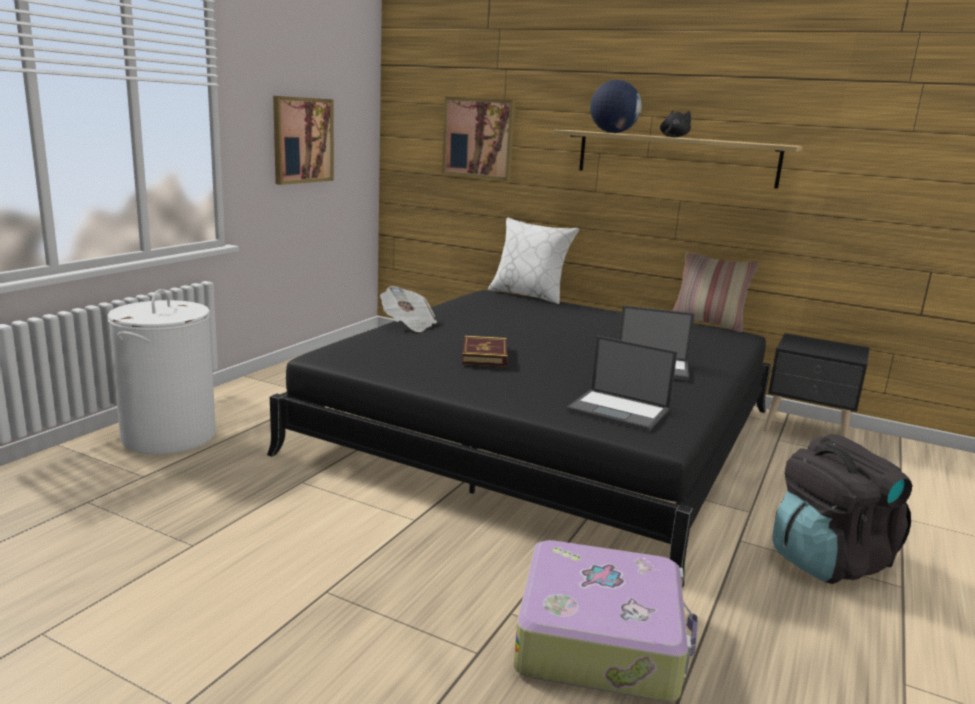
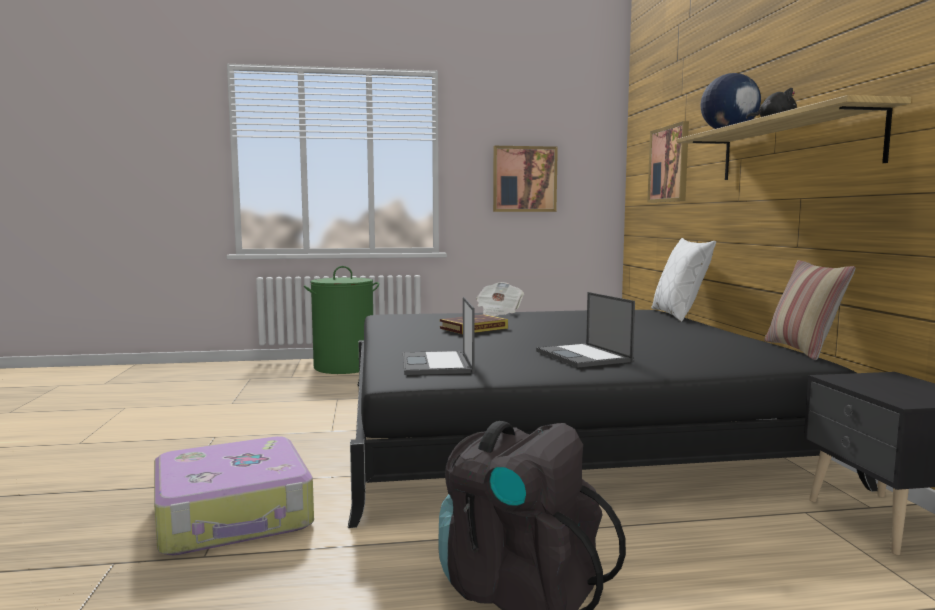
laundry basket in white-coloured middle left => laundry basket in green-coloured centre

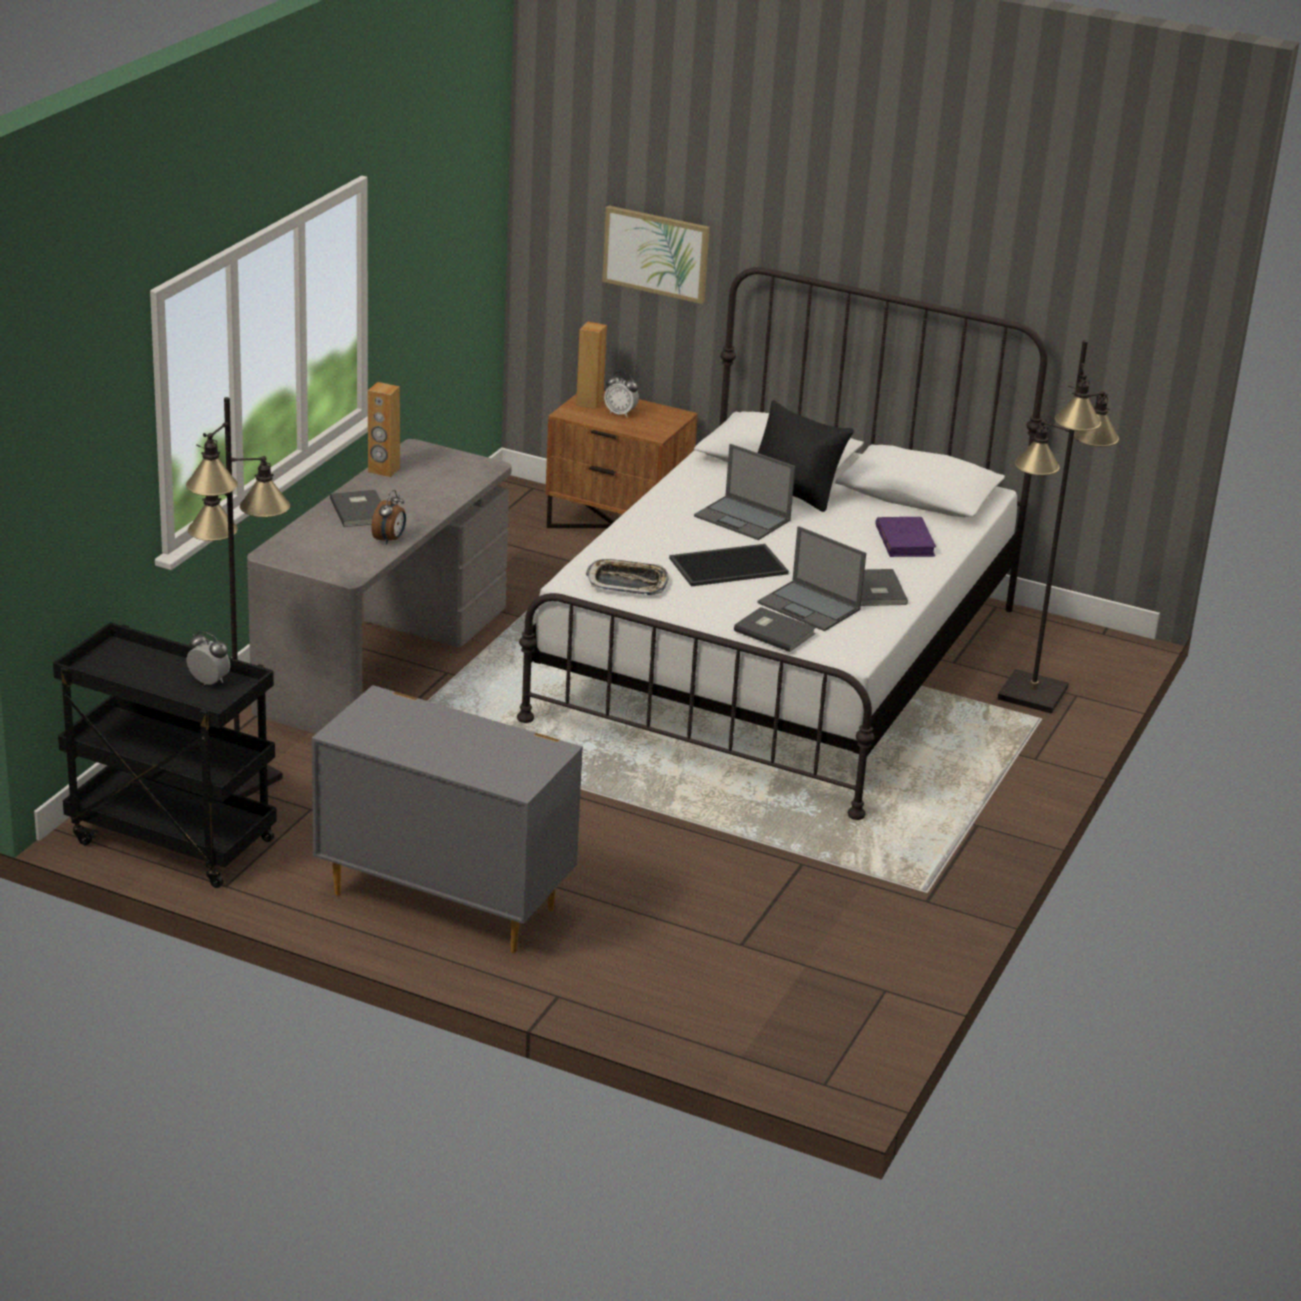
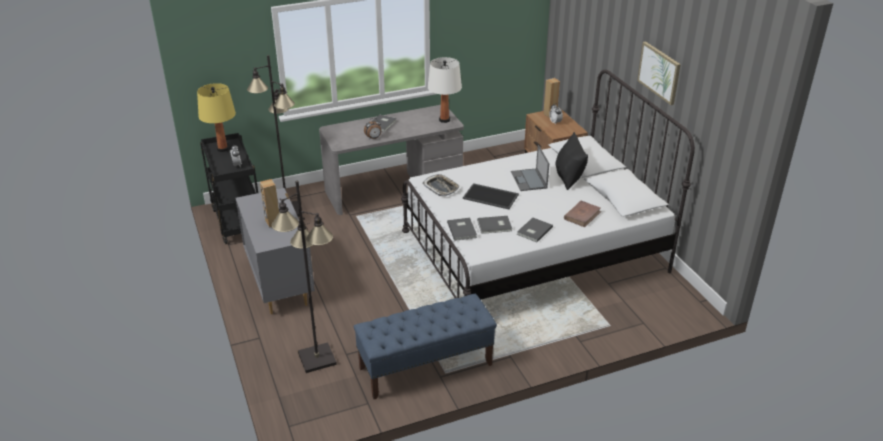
nothing => tabletop lamp in yellow-coloured top left
loudspeaker in brown (no. 1 from left) top left => loudspeaker in brown (no. 1 from left) middle left, relocated
standing lamp in blackish (no. 2 from left) middle right => standing lamp in blackish (no. 2 from left) centre, relocated
nothing => long seat in blue-coloured bottom centre
nothing => tabletop lamp in white-coloured top centre
portable computer (no. 2 from left) centre => book in gray (no. 3 from left) centre
book in purple-coloured middle right => book in brown centre
wall art top centre => wall art top right, relocated

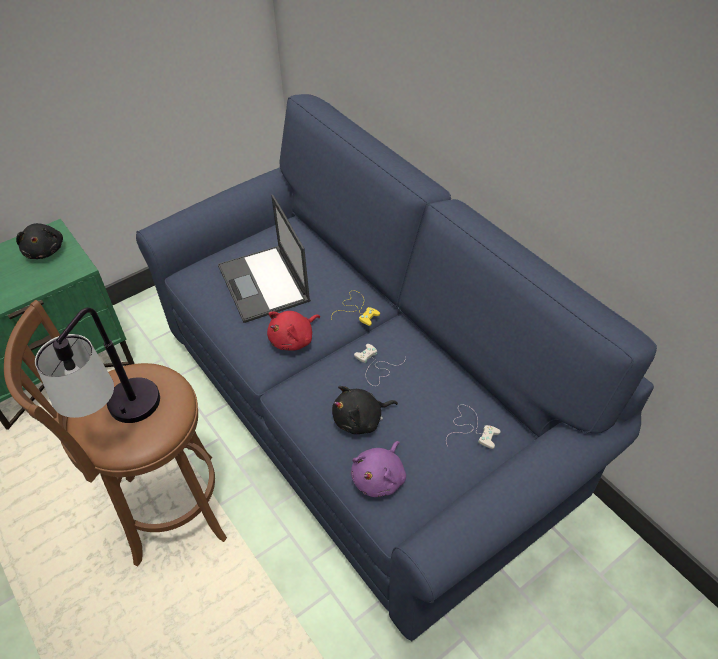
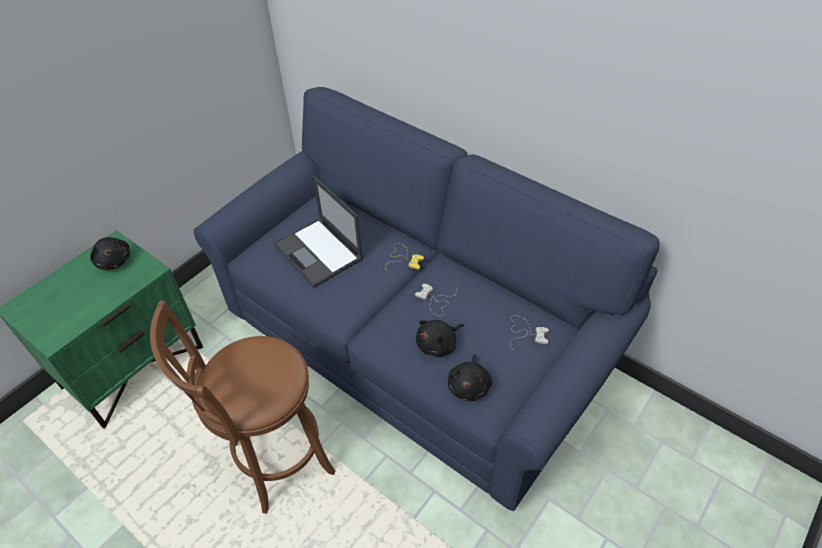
cuddly toy in purple-coloured bottom centre => cuddly toy in blackish (no. 3 from left) bottom centre
tabletop lamp middle left => nothing
cuddly toy in red-coloured centre => nothing

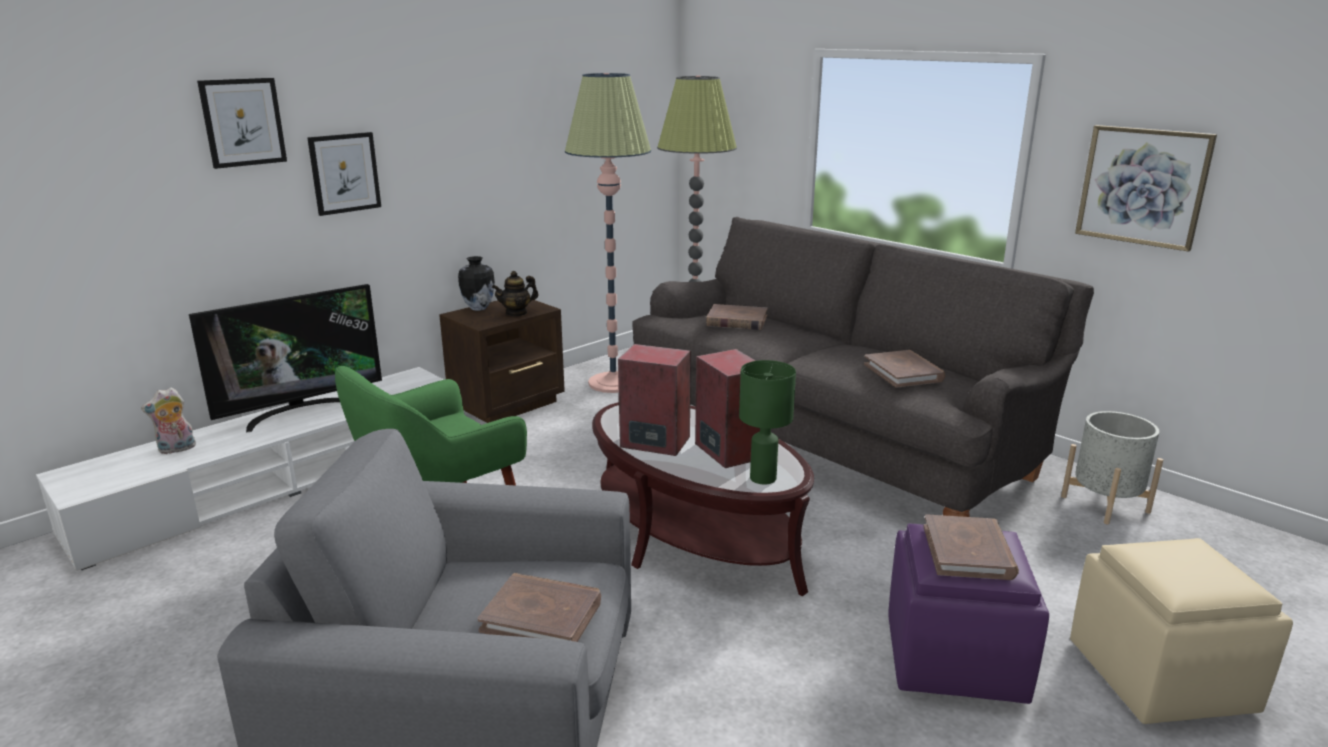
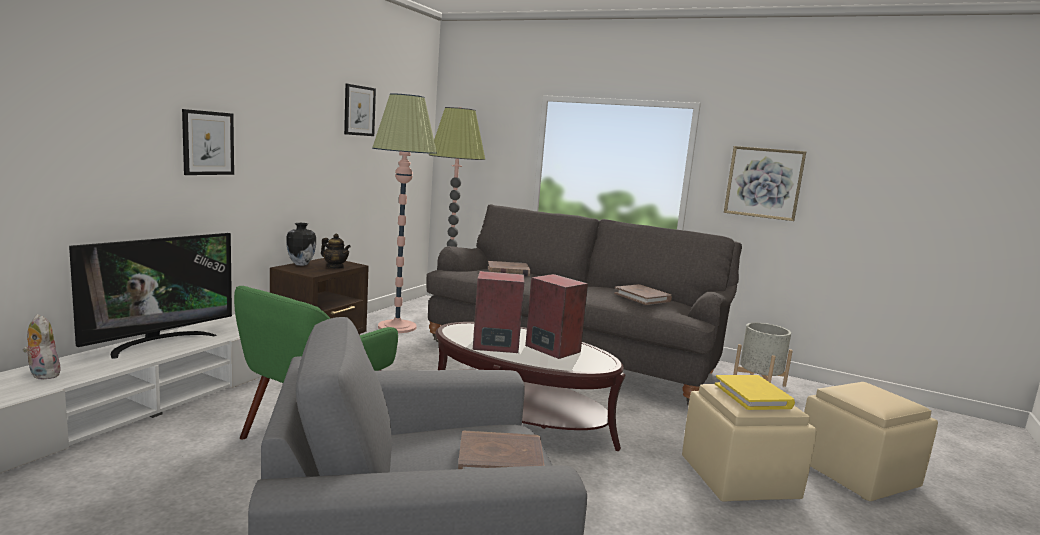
cuddly toy middle left, 90 degrees clockwise
pot for tea centre => pot for tea middle left, 105 degrees counterclockwise
wall art (no. 1 from left in the first image) top left => wall art (no. 2 from left) top centre, relocated
footrest in purple-coloured bottom right => footrest in beige-coloured (no. 1 from left) bottom right
book in brown (no. 4 from left) bottom right => book in yellow-coloured bottom right
tabletop lamp in green-coloured centre => nothing

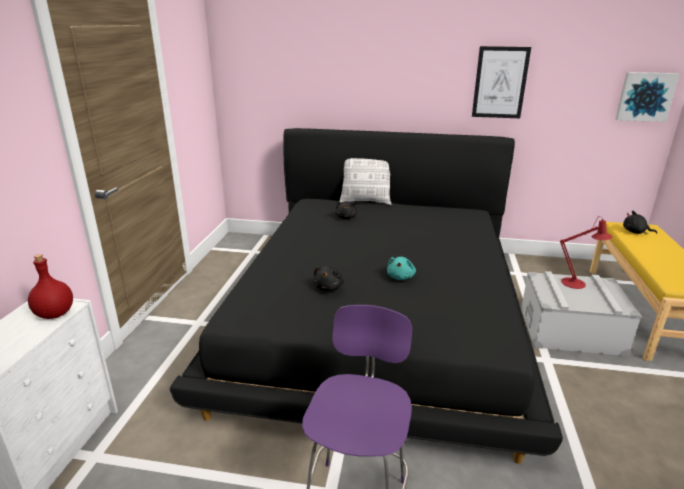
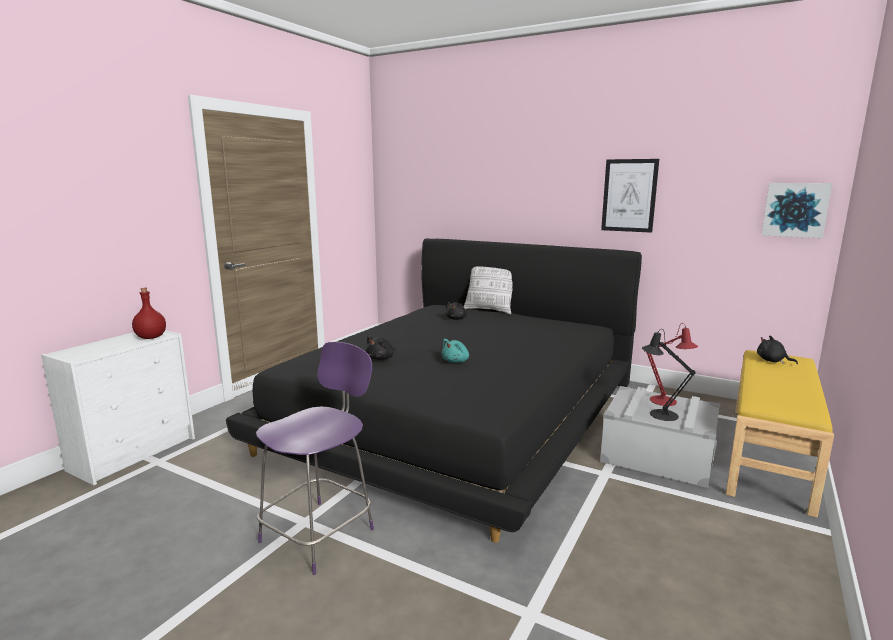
nothing => tabletop lamp in blackish middle right

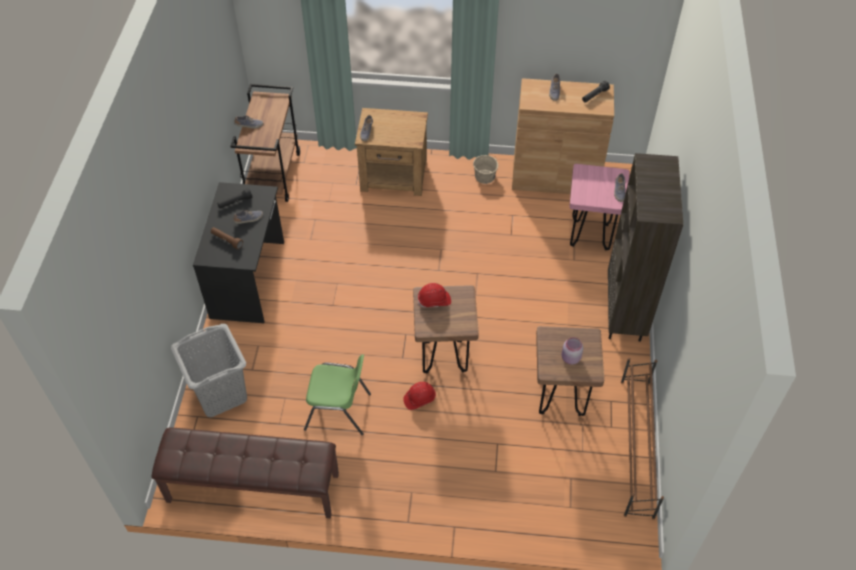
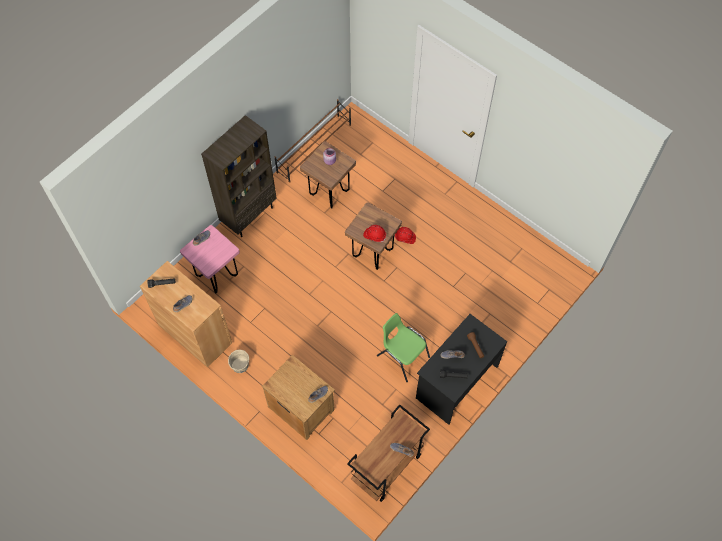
chair in green-coloured bottom centre => chair in green-coloured centre, relocated
long seat in brown bottom left => nothing
laundry basket in gray middle left => nothing

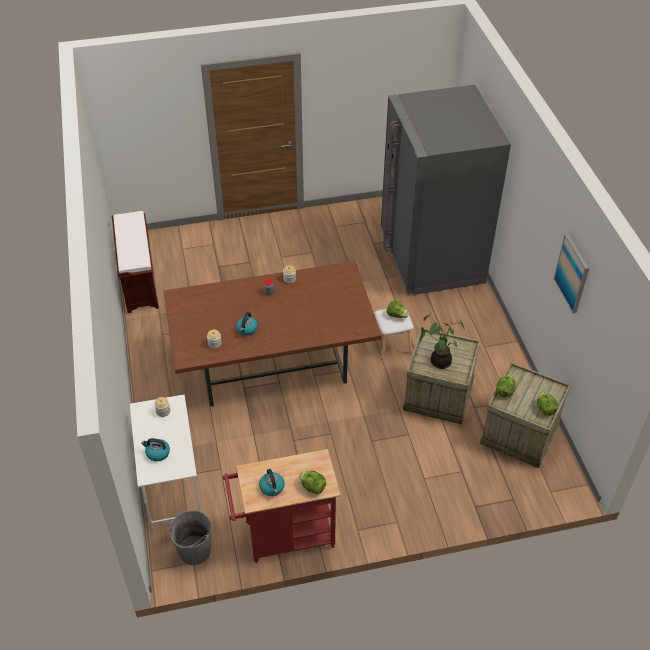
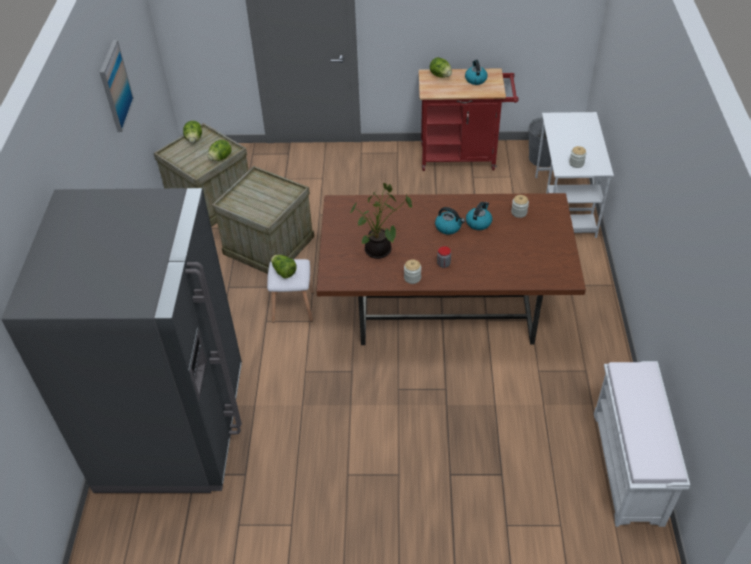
houseplant middle right => houseplant centre, relocated
water kettle (no. 1 from left) bottom left => water kettle (no. 1 from left) centre, relocated
long seat in brown middle left => long seat in white-coloured bottom right

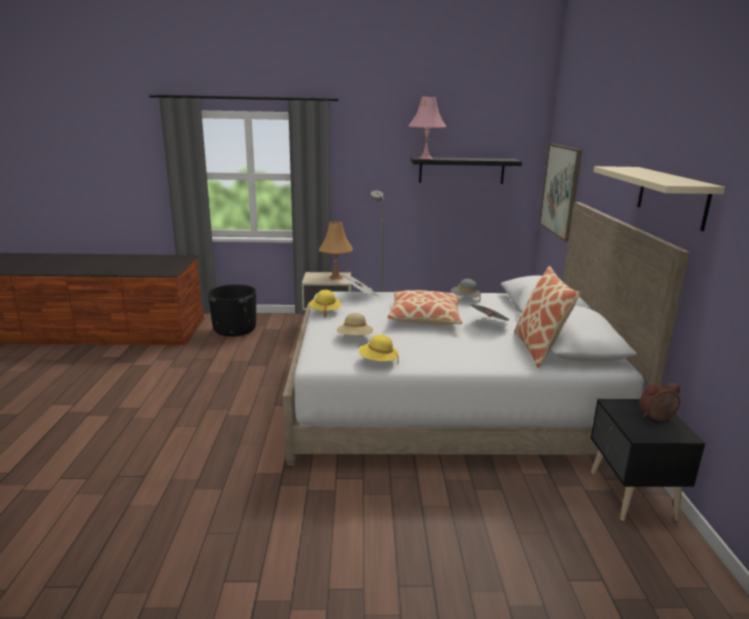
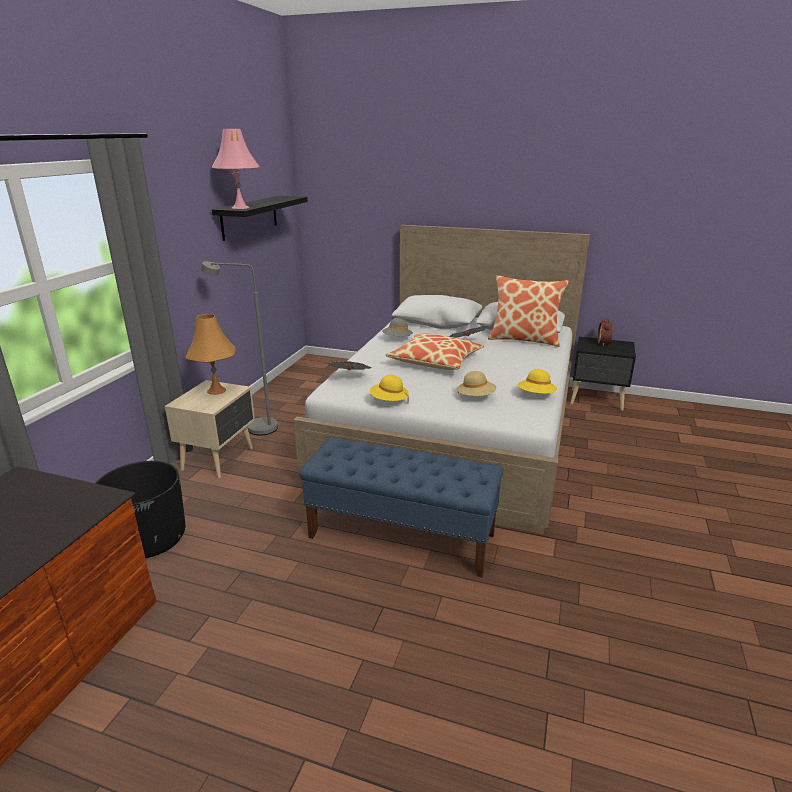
nothing => long seat in blue-coloured centre
wall art top right => nothing
bracket shelf in beige-coloured top right => nothing

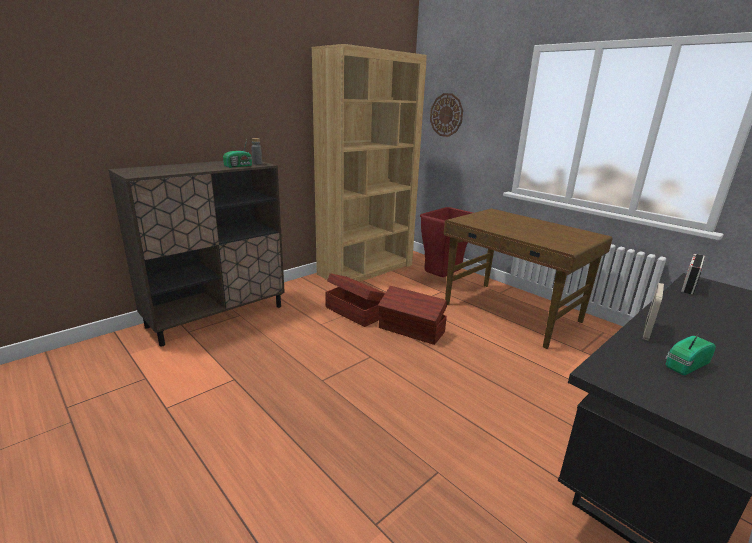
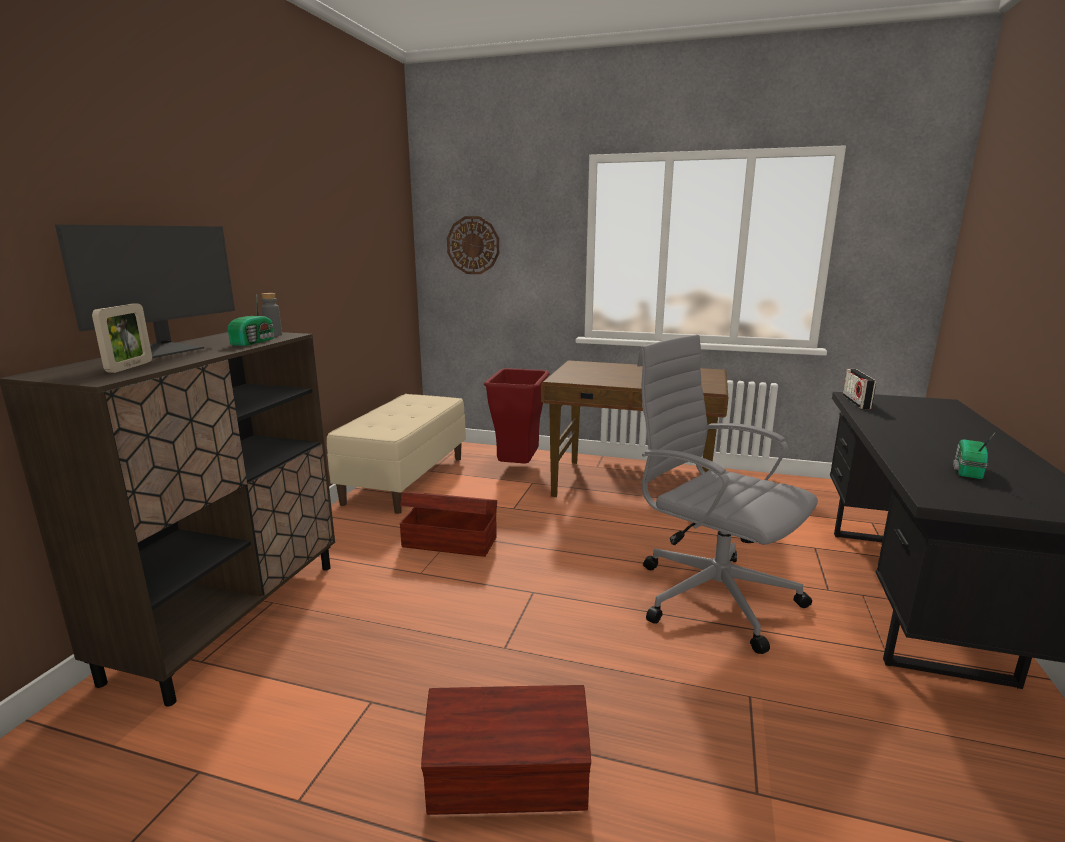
nothing => monitor middle left
picture frame middle right => picture frame middle left, relocated
bookcase in brown top centre => long seat in beige-coloured centre
storage bin in brown (no. 2 from left) centre => storage bin in brown (no. 2 from left) bottom centre, relocated
nothing => computer chair in gray middle right

